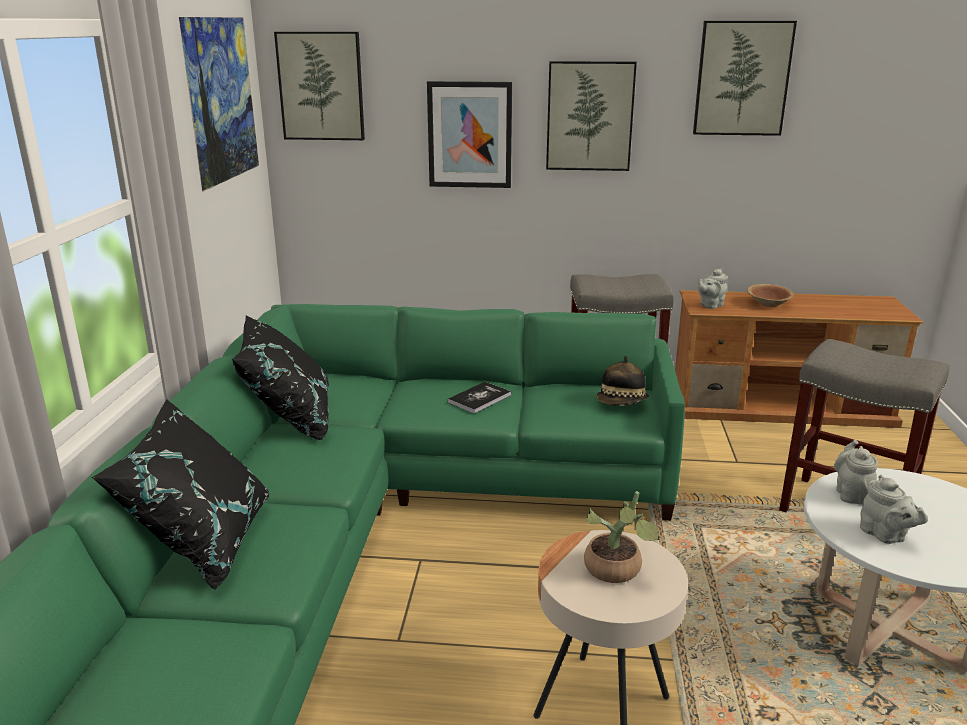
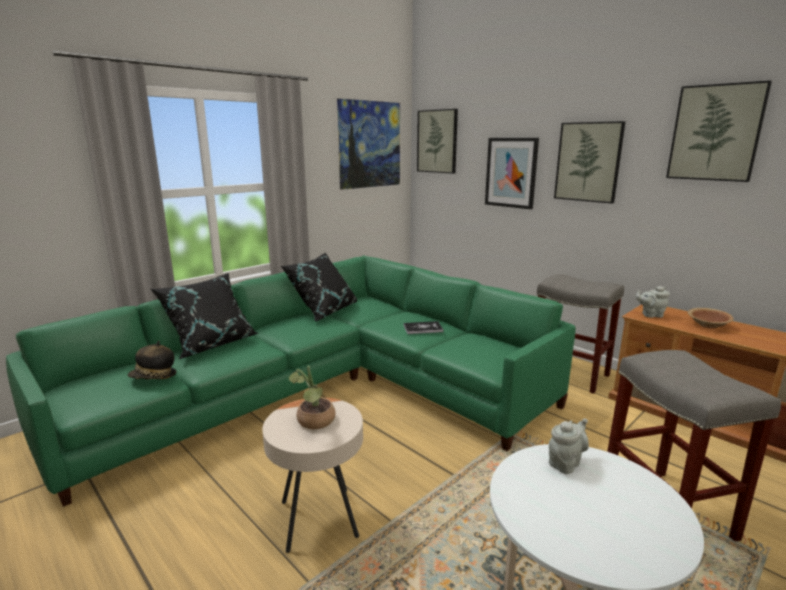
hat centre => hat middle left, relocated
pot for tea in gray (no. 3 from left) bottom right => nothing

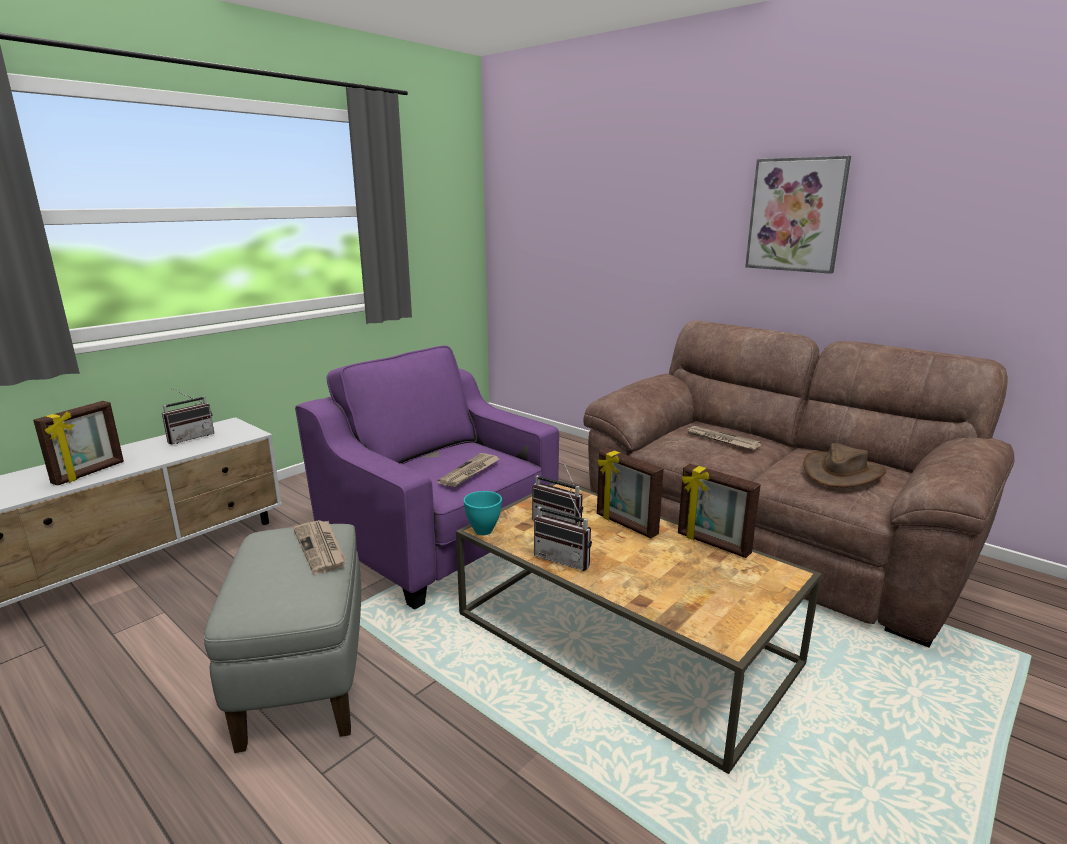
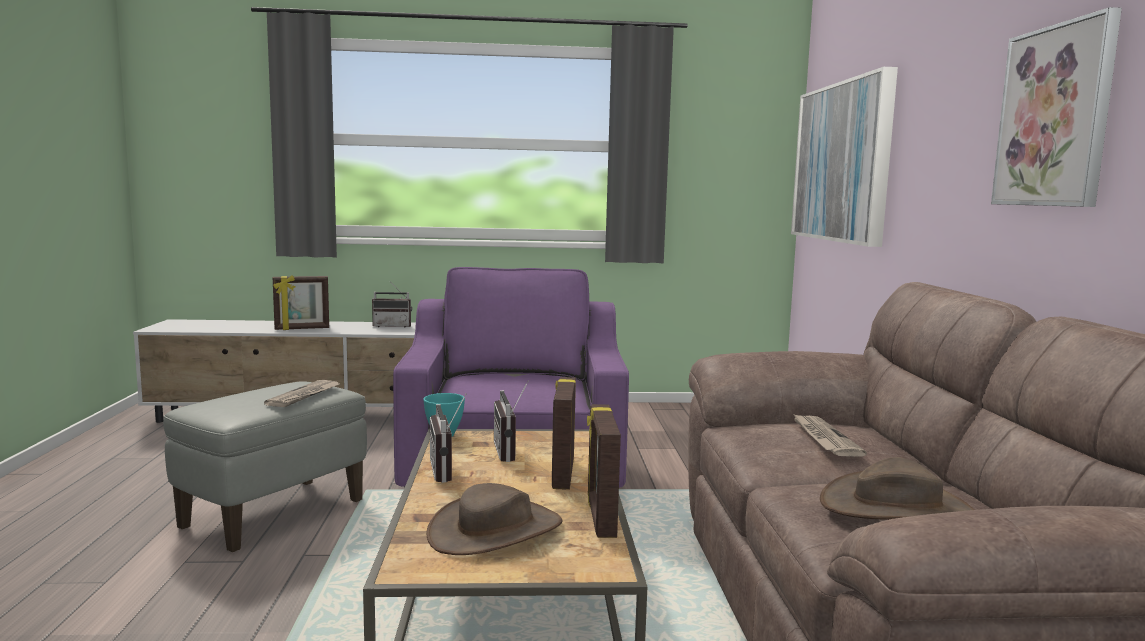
nothing => hat in brown (no. 1 from left) bottom centre
nothing => wall art (no. 1 from left) top right
newspaper (no. 2 from left) centre => nothing

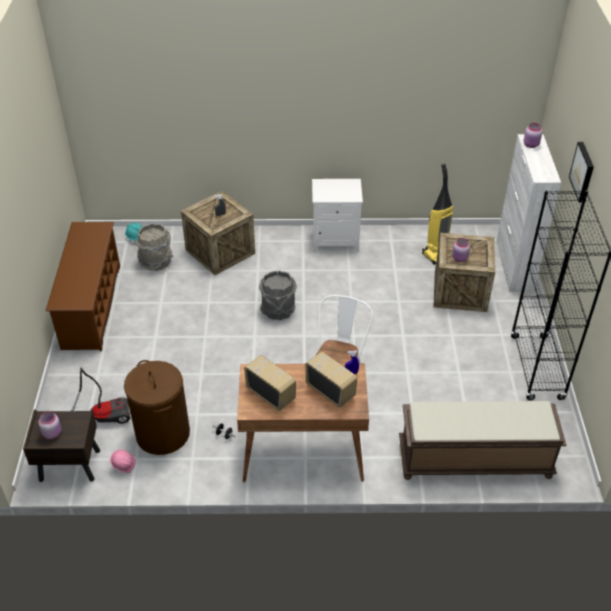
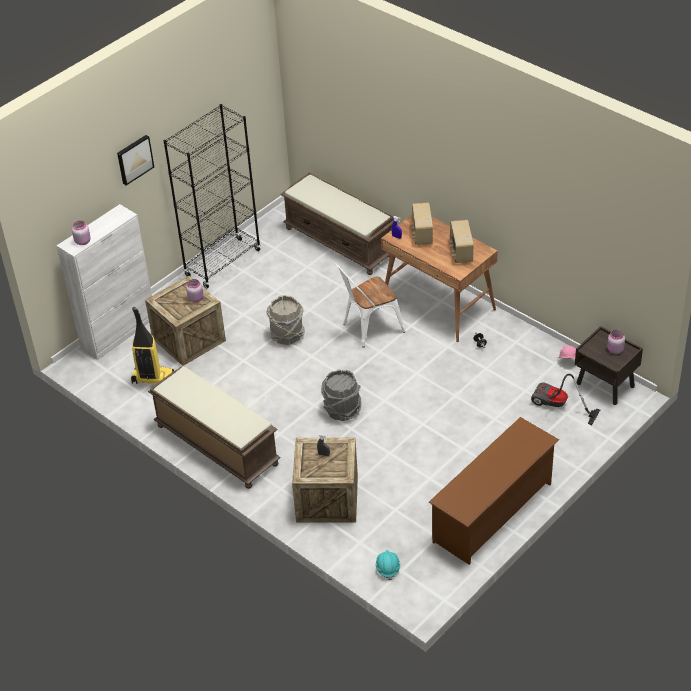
bedside table in white-coloured centre => long seat in brown (no. 1 from left) middle left
pail in gray (no. 1 from left) middle left => pail in gray (no. 1 from left) centre, relocated
laundry basket in brown middle left => nothing

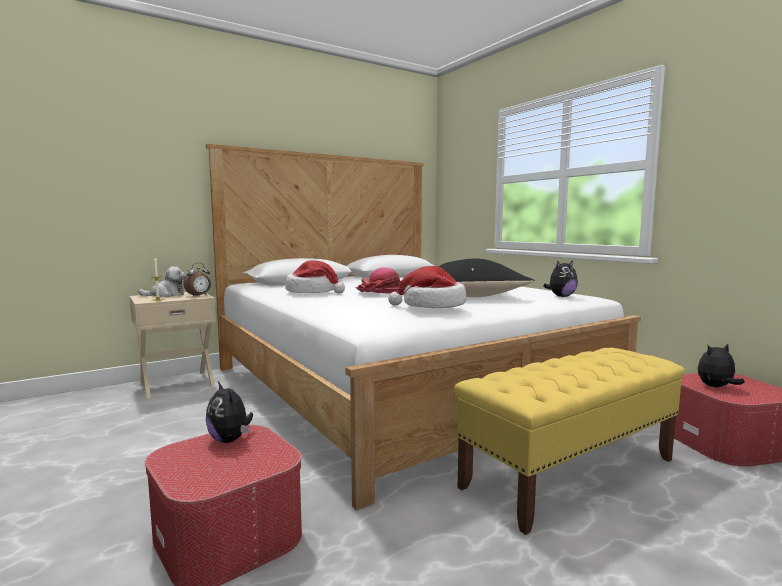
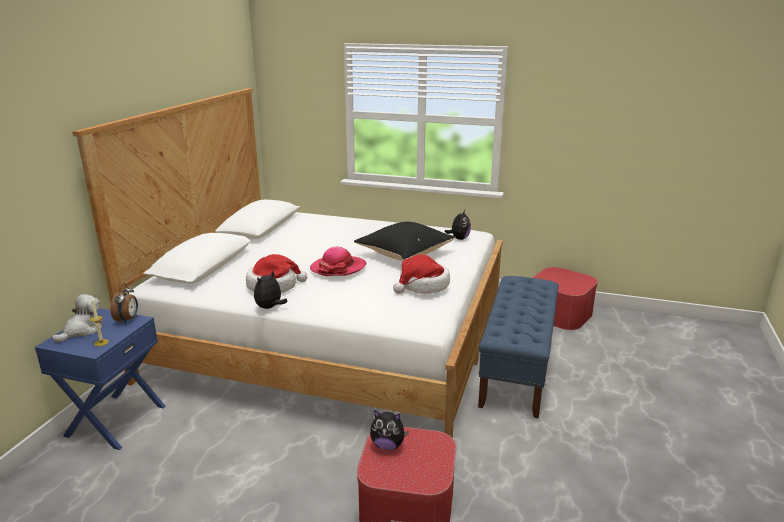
bedside table in beige-coloured middle left => bedside table in blue-coloured bottom left
cuddly toy (no. 4 from left in the first image) middle right => cuddly toy (no. 2 from left) centre, relocated
long seat in yellow-coloured bottom right => long seat in blue-coloured centre

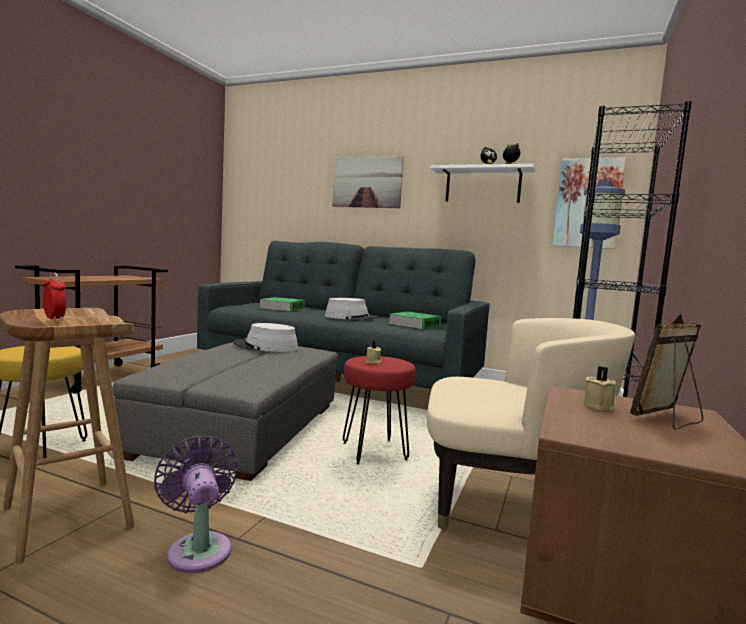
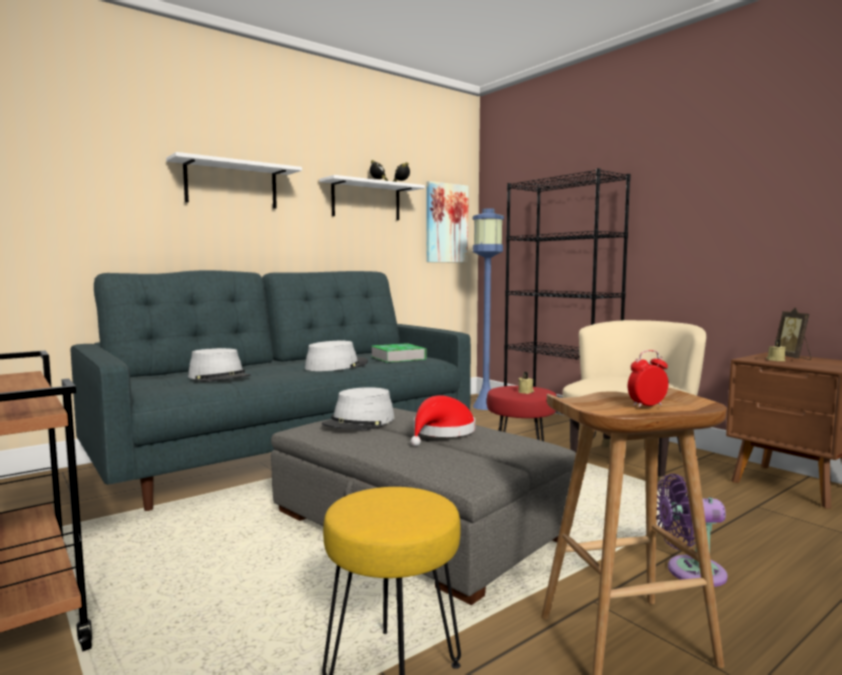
wall art (no. 1 from left) top centre => bracket shelf in white-coloured (no. 1 from left) top left
book (no. 1 from left) centre => hat in gray (no. 1 from left) middle left
nothing => hat in red-coloured centre

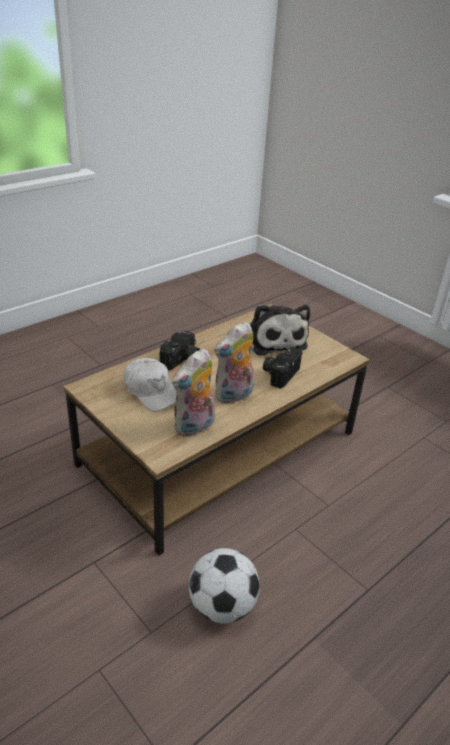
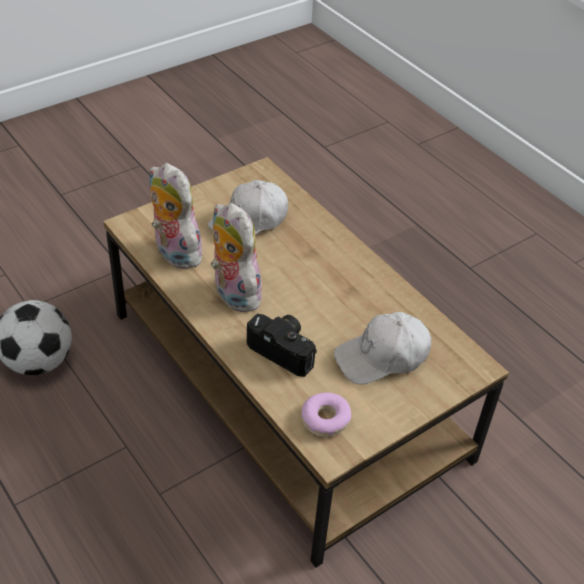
nothing => ring doughnut bottom centre
cuddly toy (no. 3 from left) centre => peaked cap in white-coloured (no. 2 from left) centre
still camera (no. 1 from left) centre => nothing

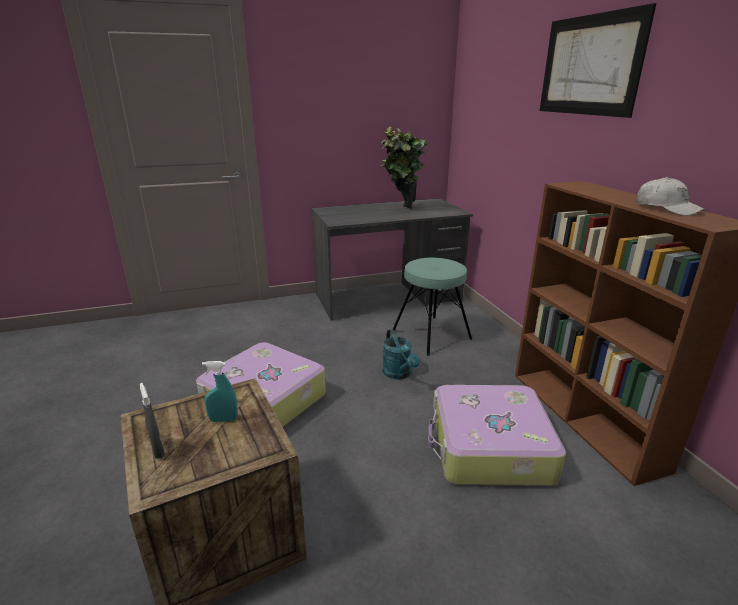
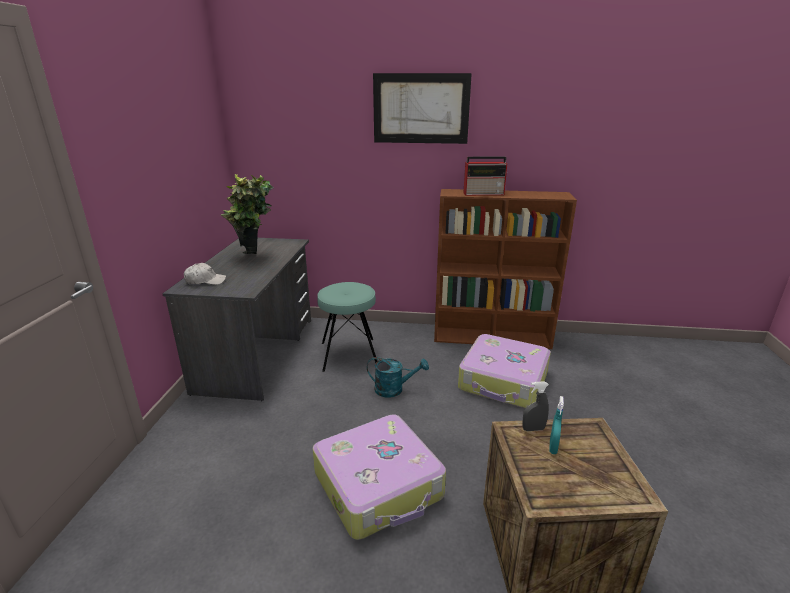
peaked cap in white-coloured top right => peaked cap in white-coloured middle left, relocated
nothing => radio set top centre
spray bottle in gray bottom left => spray bottle in gray bottom right, relocated

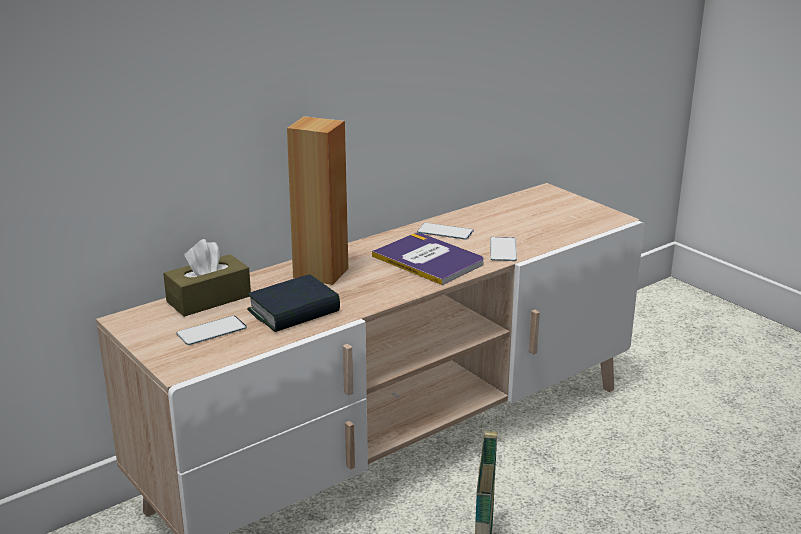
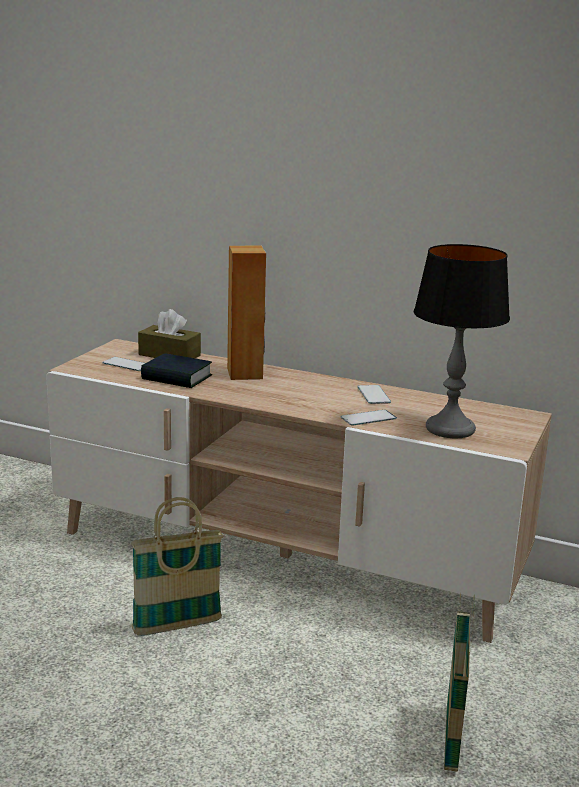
nothing => tabletop lamp middle right
nothing => household basket (no. 2 from left) bottom right
book (no. 2 from left) centre => nothing

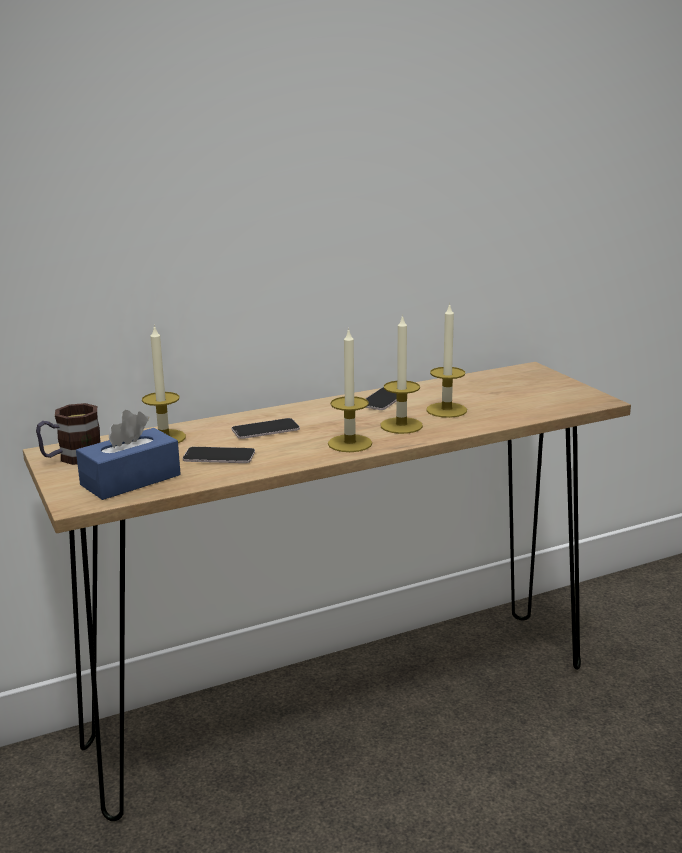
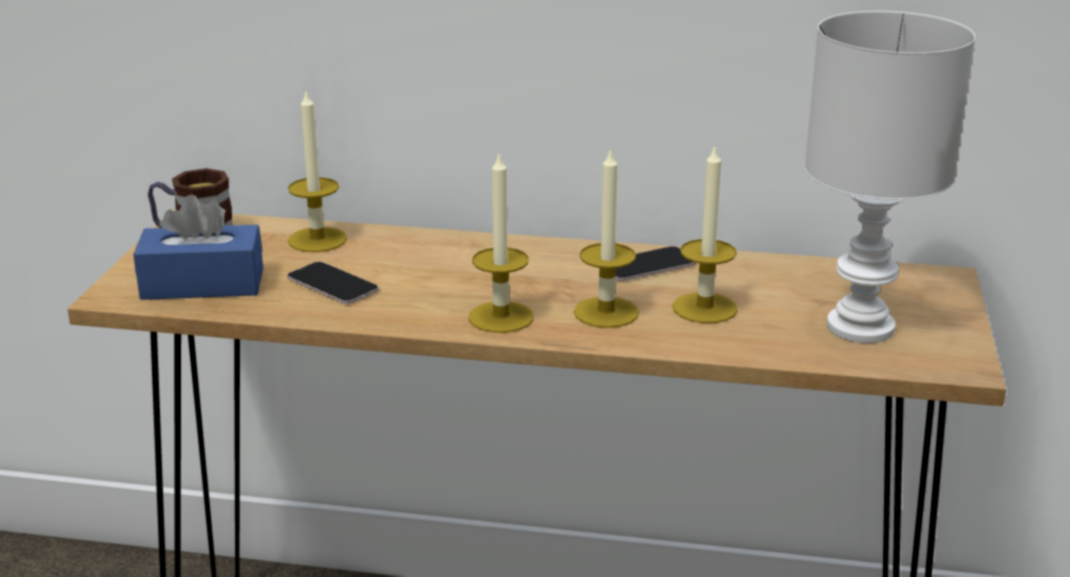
nothing => tabletop lamp in white-coloured top right
phone (no. 2 from left) centre => nothing

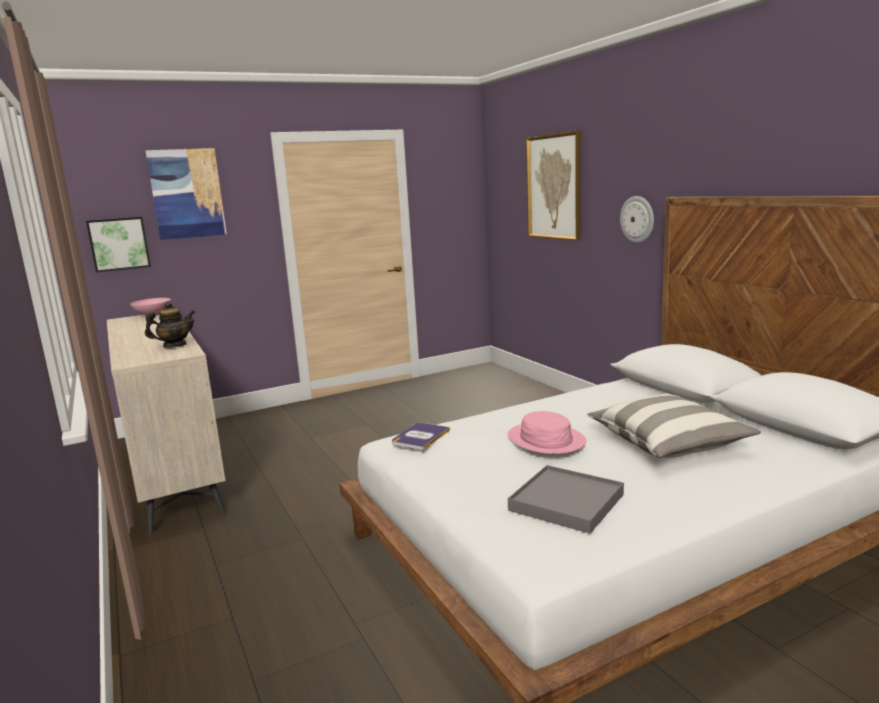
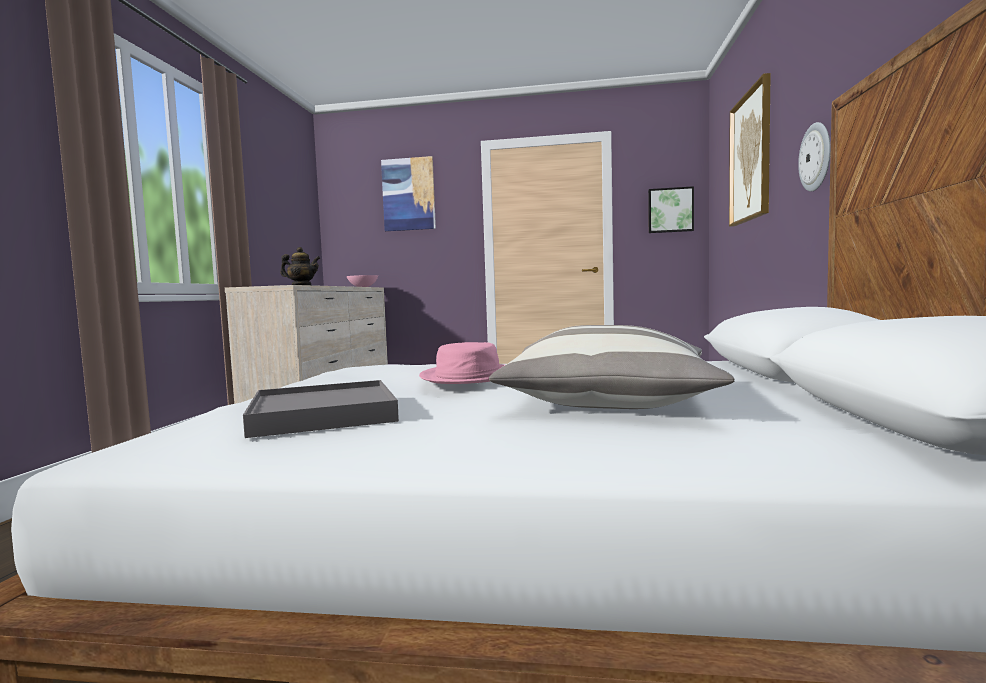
wall art (no. 1 from left in the first image) middle left => wall art (no. 2 from left) top right, relocated
book centre => nothing

